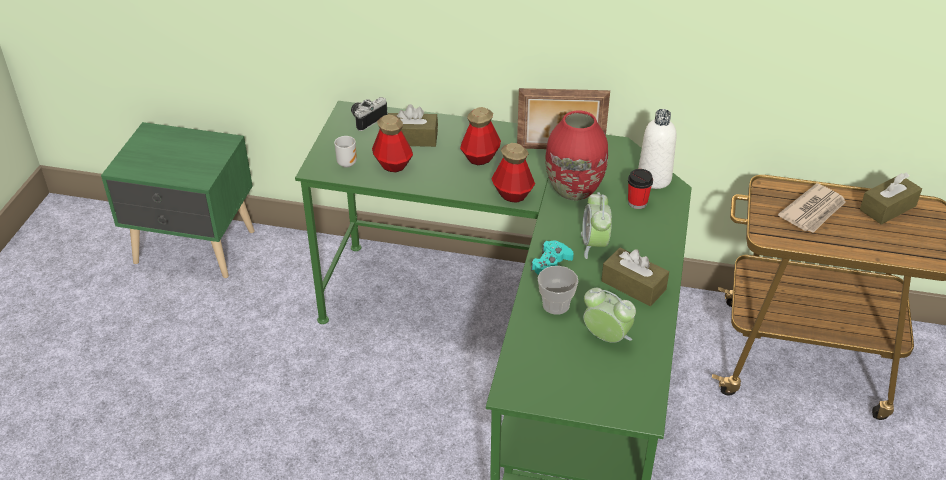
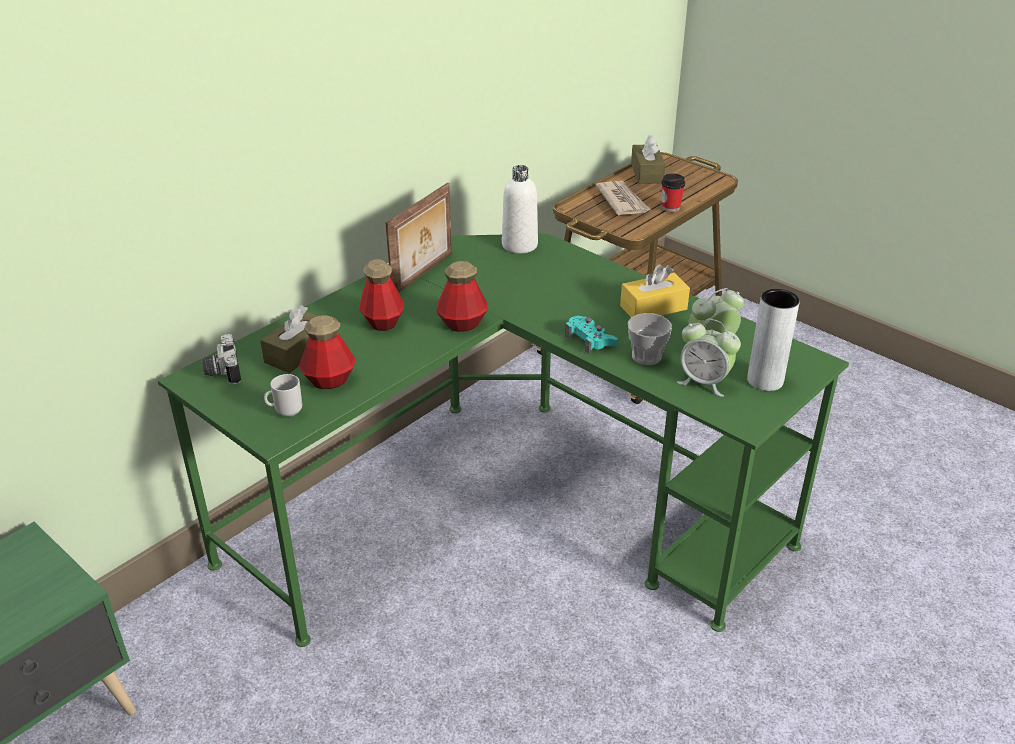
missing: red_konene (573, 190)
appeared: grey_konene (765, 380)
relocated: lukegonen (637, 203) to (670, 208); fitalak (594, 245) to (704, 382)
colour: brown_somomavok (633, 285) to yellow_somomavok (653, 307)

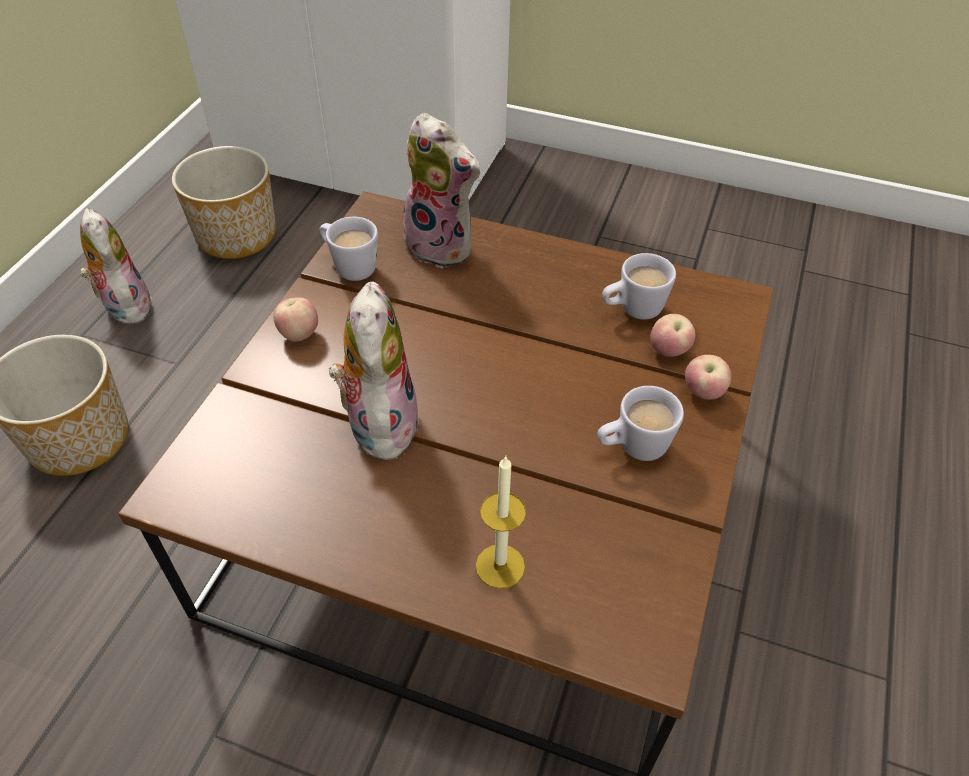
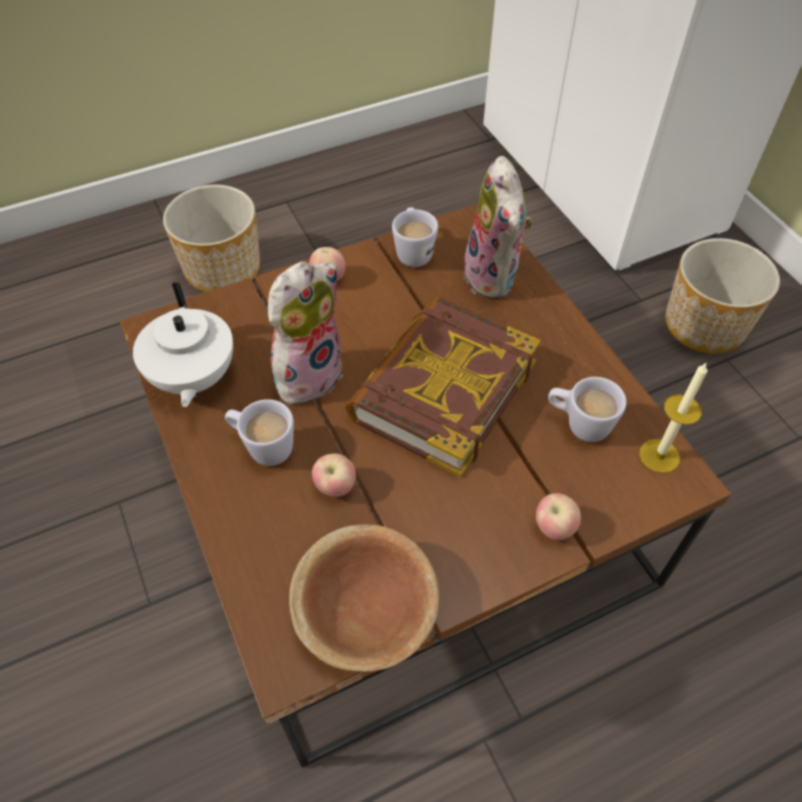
missing: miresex (124, 305)
appeared: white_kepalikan (193, 378); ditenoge (442, 390); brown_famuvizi (366, 611)
relocated: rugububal (237, 235) to (705, 326); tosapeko (668, 351) to (335, 486); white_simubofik (632, 448) to (263, 446); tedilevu (500, 566) to (659, 456)

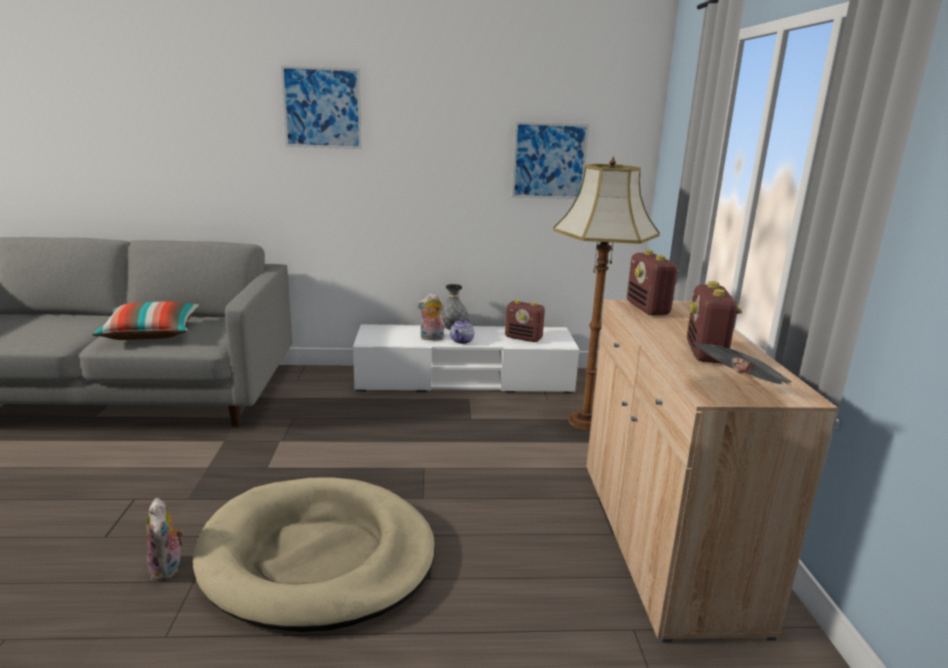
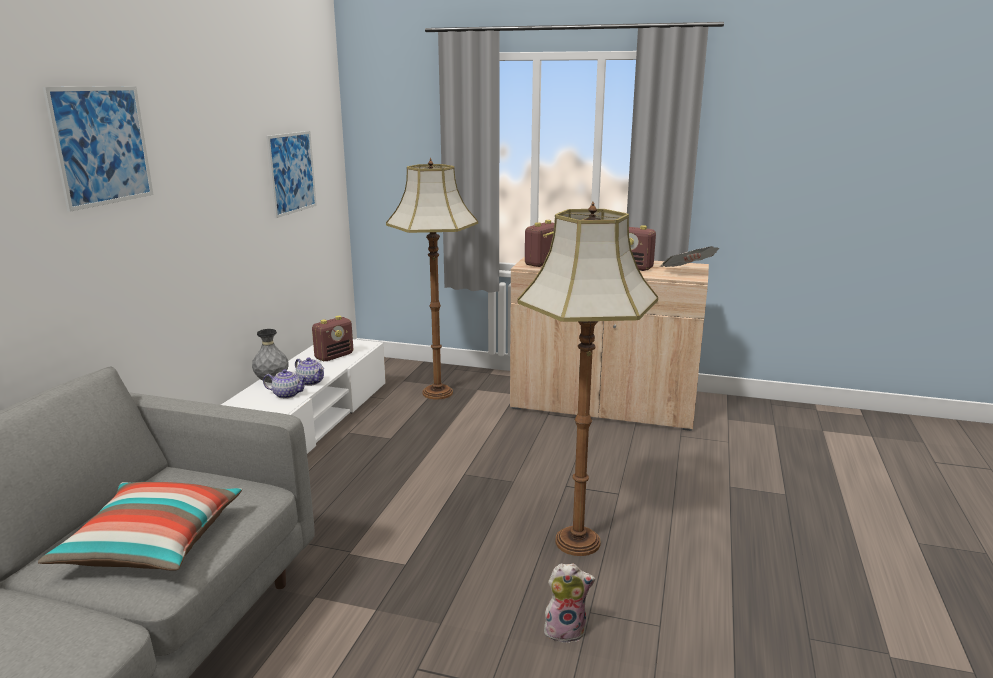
exchanged: miresex (431, 338) to kepalikan (287, 394); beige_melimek (318, 557) to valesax (577, 540)
spun: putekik (648, 309) = (542, 263) 120 degrees clockwise

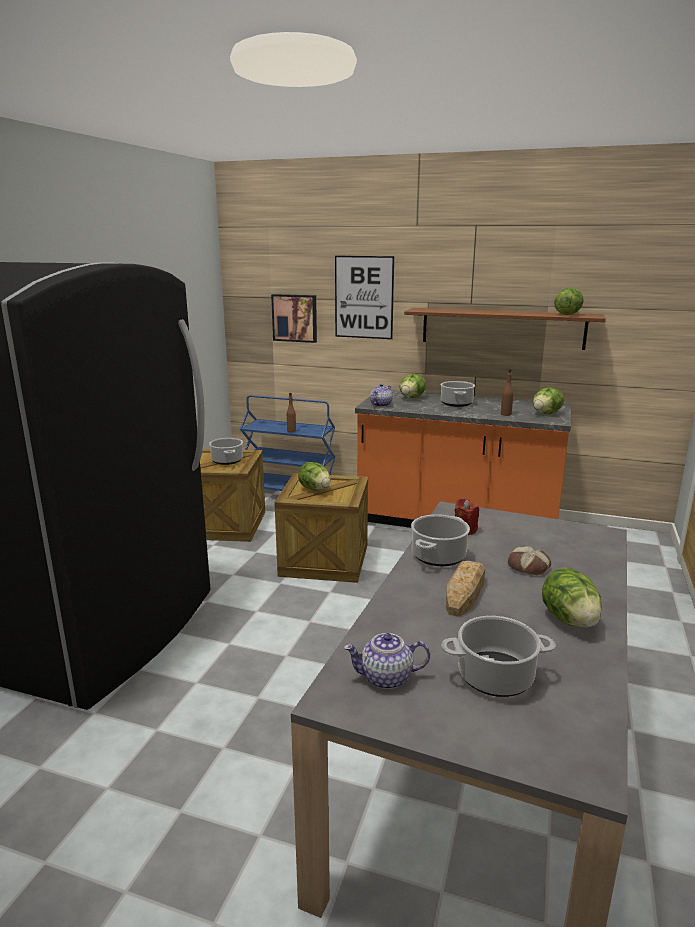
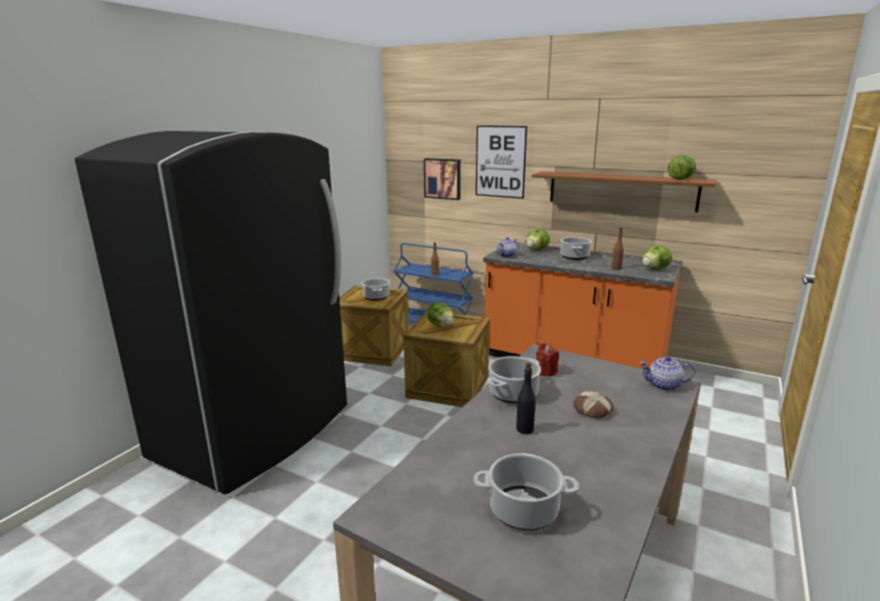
missing: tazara (569, 620)
relocated: kepalikan (387, 678) to (664, 385)
exchanged: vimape (464, 593) to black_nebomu (524, 429)

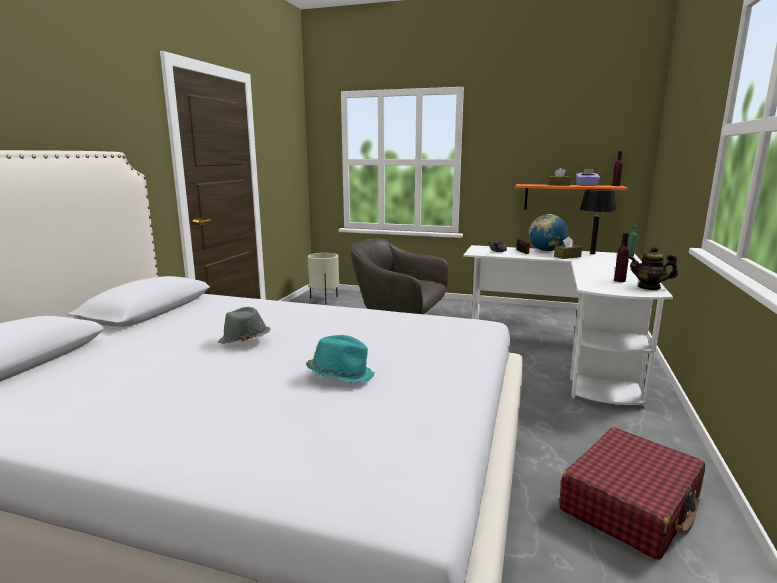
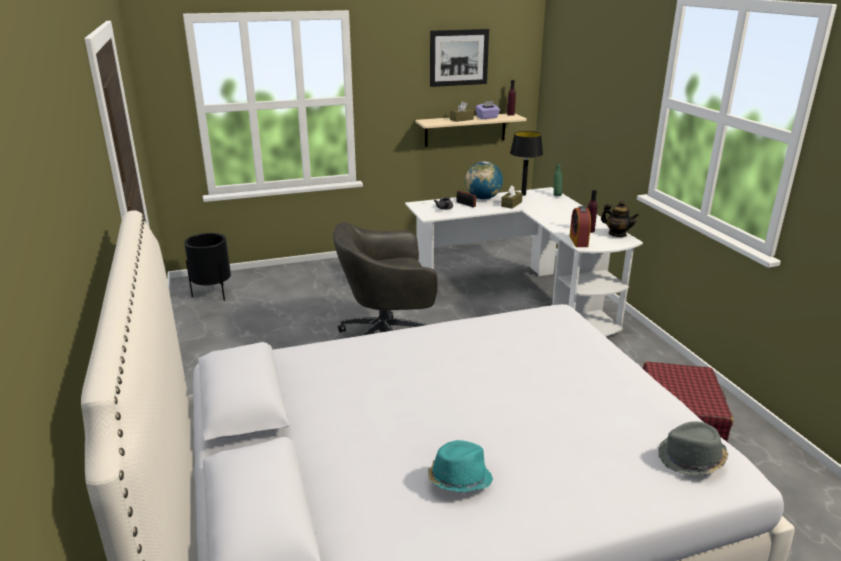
appeared: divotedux (459, 57); fitalak (578, 241)
relocated: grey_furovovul (244, 341) to (691, 459); turquoise_furovovul (341, 375) to (458, 479)
colour: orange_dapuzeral (567, 197) to beige_dapuzeral (465, 129); beige_rugububal (324, 299) to black_rugububal (213, 294)
spun: kepalikan (649, 287) = (617, 234) 120 degrees counterclockwise

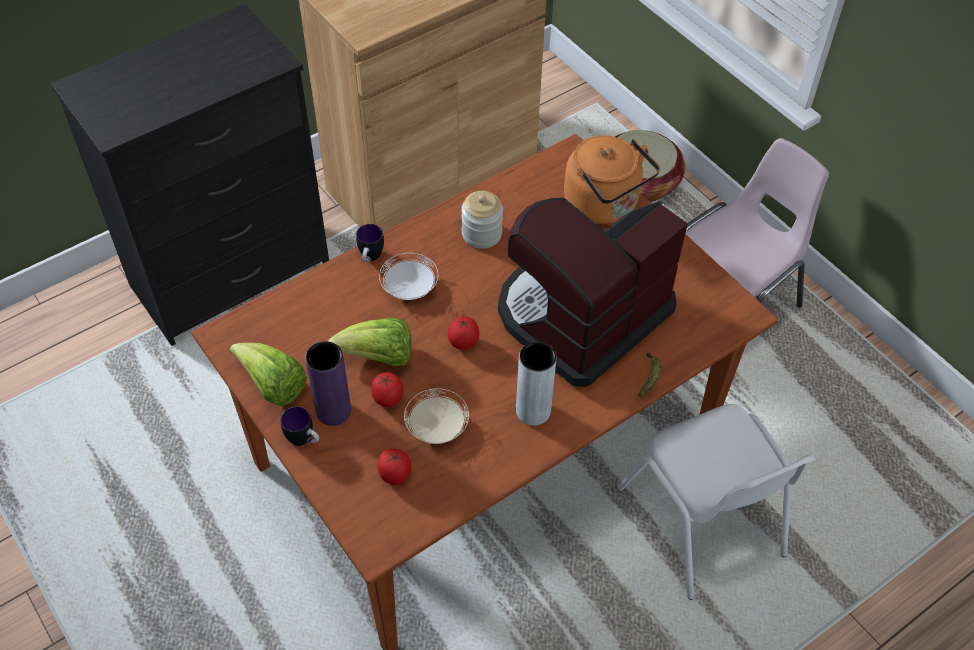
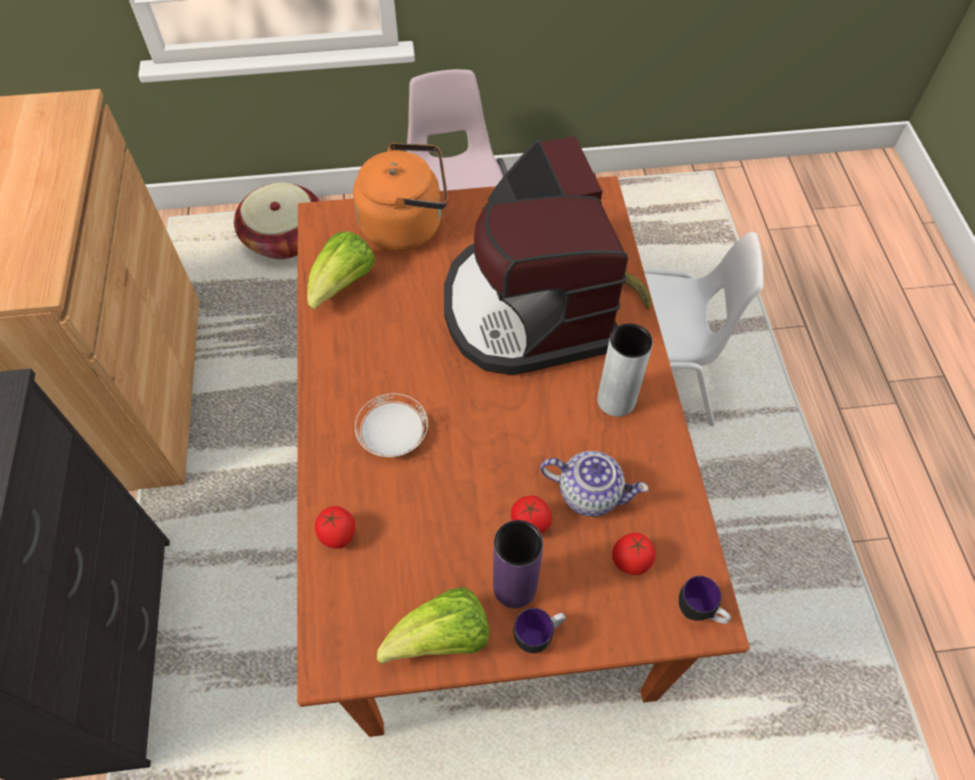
missing: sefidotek (481, 234)
relocated: simubofik (370, 258) to (699, 613); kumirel (463, 343) to (338, 536); tazara (378, 357) to (343, 285)
exchanged: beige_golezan (437, 426) to kepalikan (590, 493)

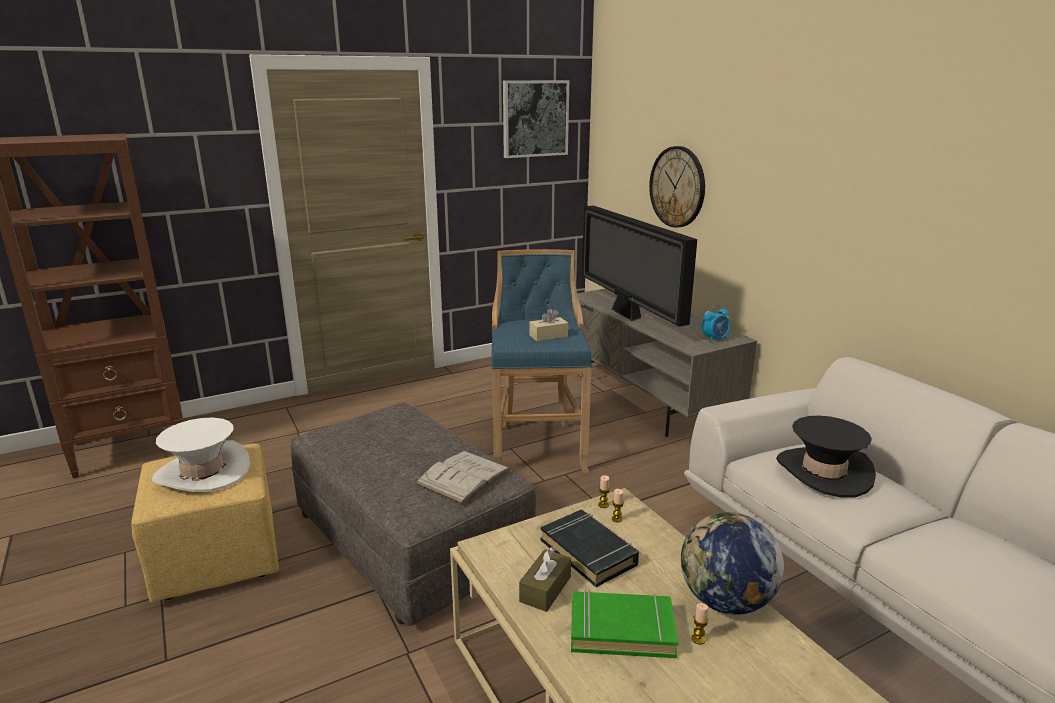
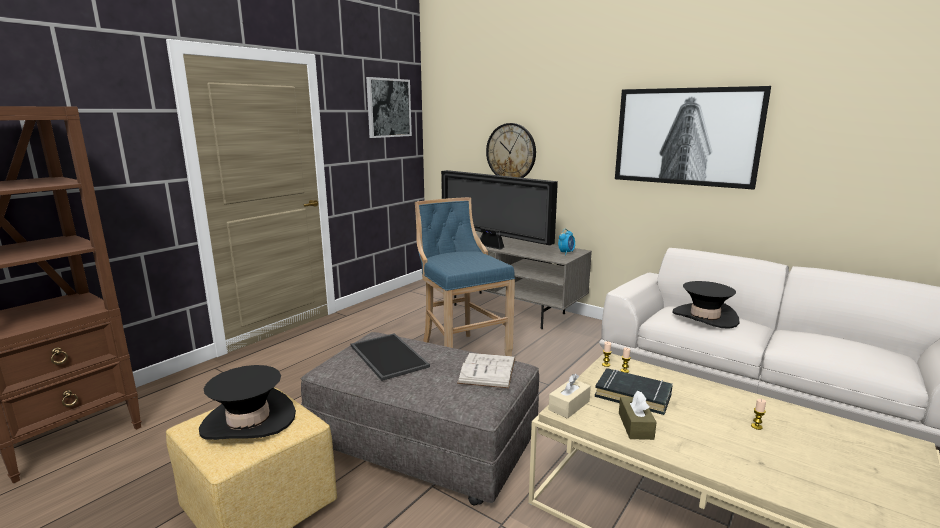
missing: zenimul (725, 601); green_ditenoge (621, 630)
appeared: divotedux (686, 136); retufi (387, 356)
relocated: beige_somomavok (548, 336) to (569, 405)
colour: white_furovovul (203, 472) to black_furovovul (249, 421)

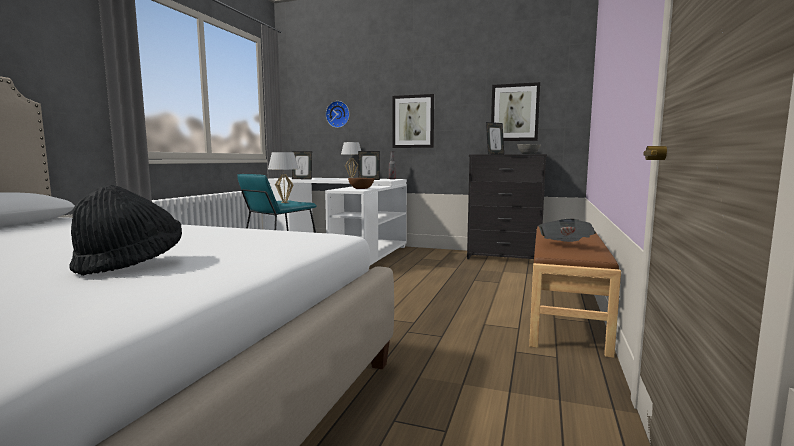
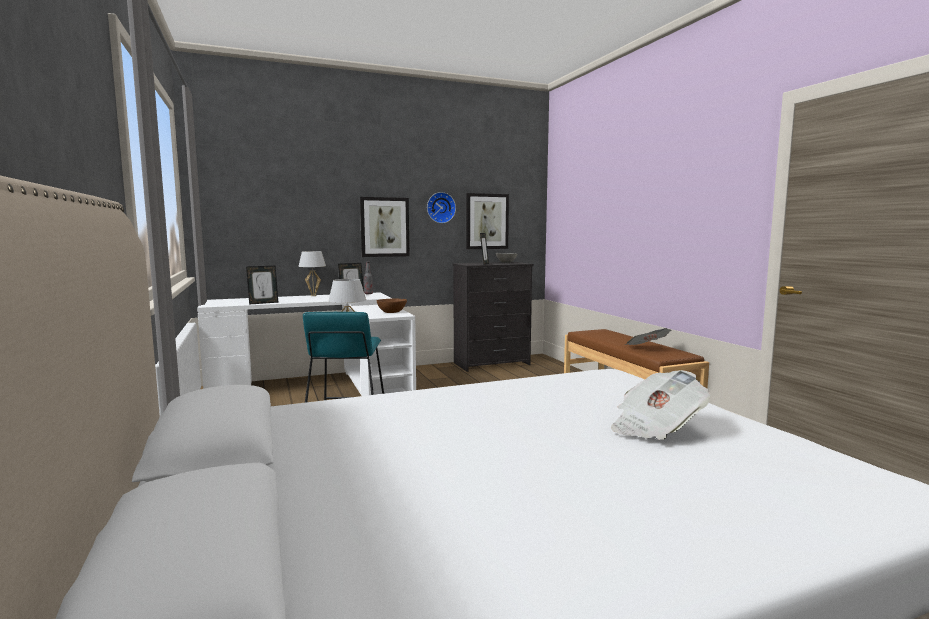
relocated: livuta (338, 114) to (440, 207)
exchanged: black_furovovul (131, 264) to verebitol (655, 428)

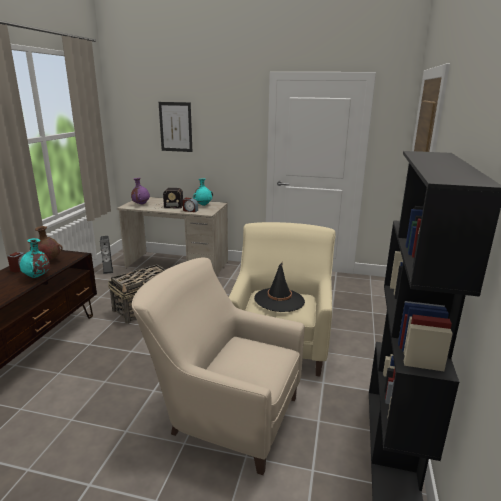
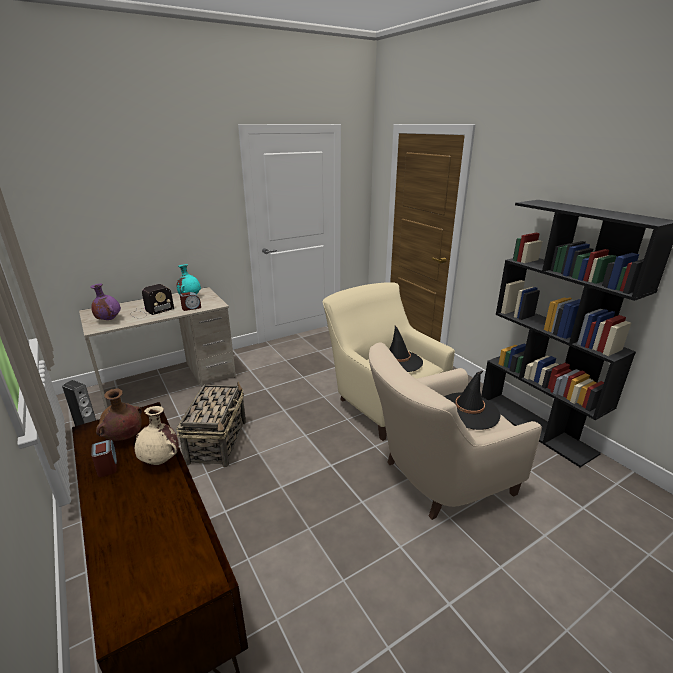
missing: divotedux (175, 127)
appeared: black_furovovul (469, 411)
colour: turquoise_konene (37, 277) to beige_konene (161, 460)

